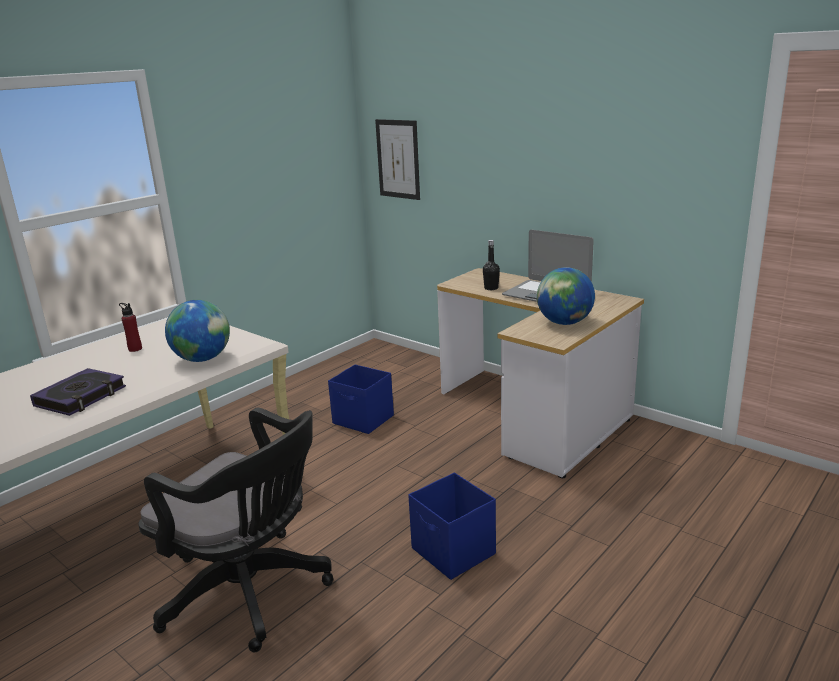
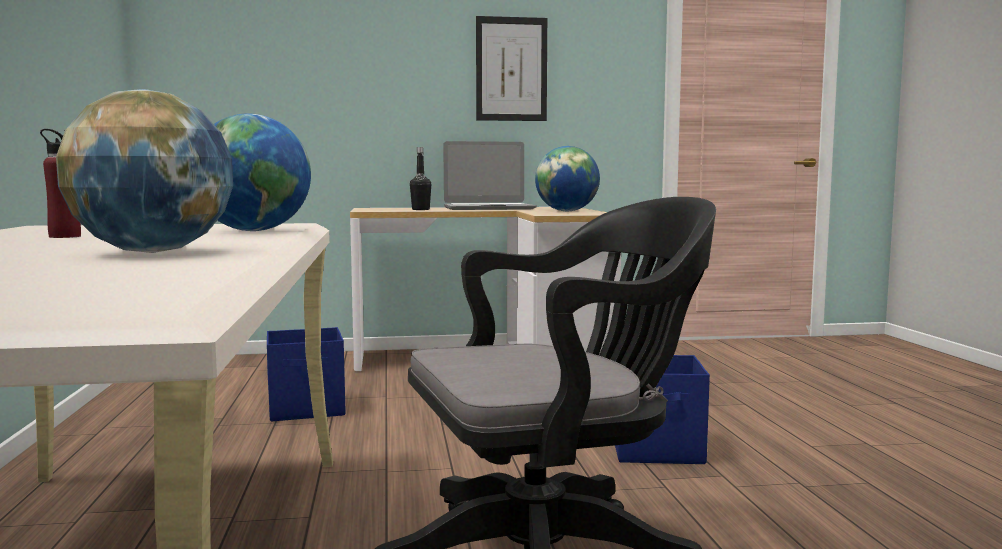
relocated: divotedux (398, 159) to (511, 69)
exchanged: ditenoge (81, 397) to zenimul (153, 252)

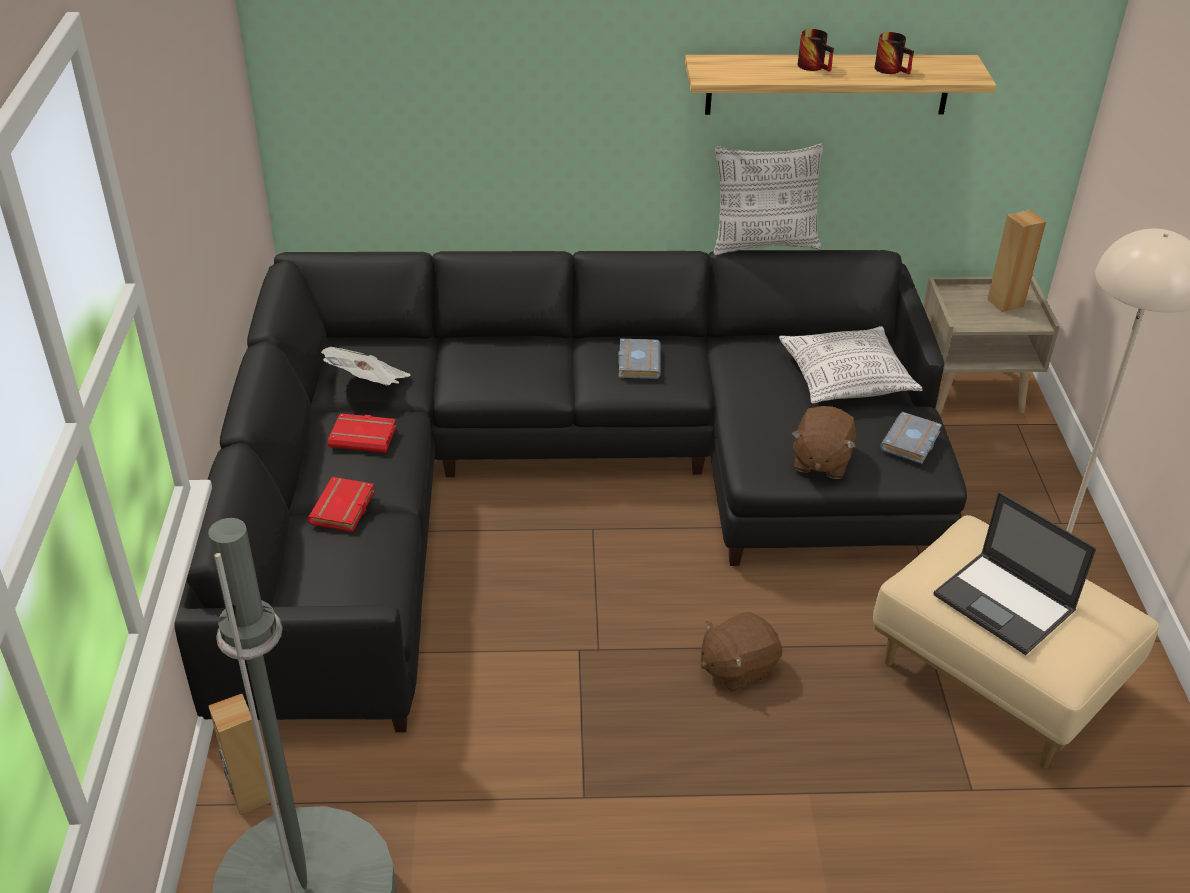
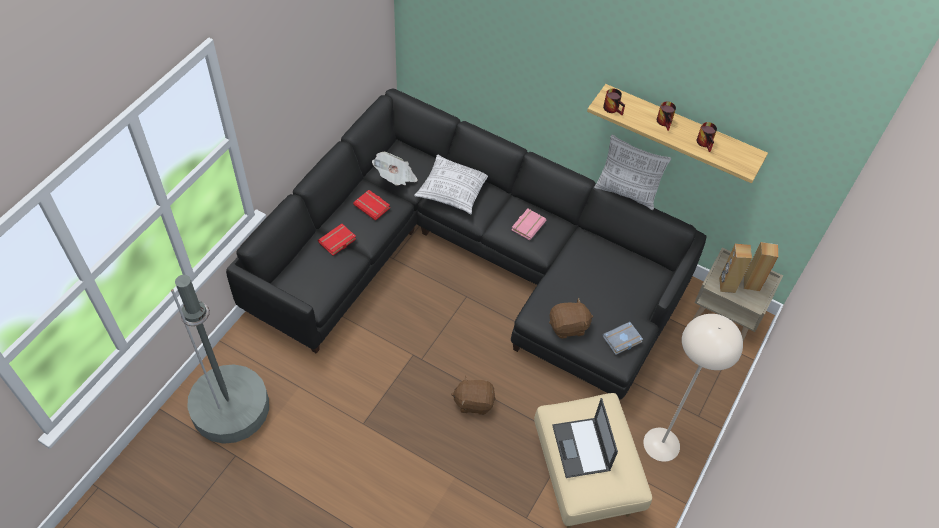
appeared: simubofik (614, 108)
relocated: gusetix (846, 380) to (453, 191); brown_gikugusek (250, 795) to (726, 285)
colour: grey_ditenoge (637, 362) to pink_ditenoge (528, 225)
spun: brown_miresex (820, 461) = (568, 327) 150 degrees counterclockwise

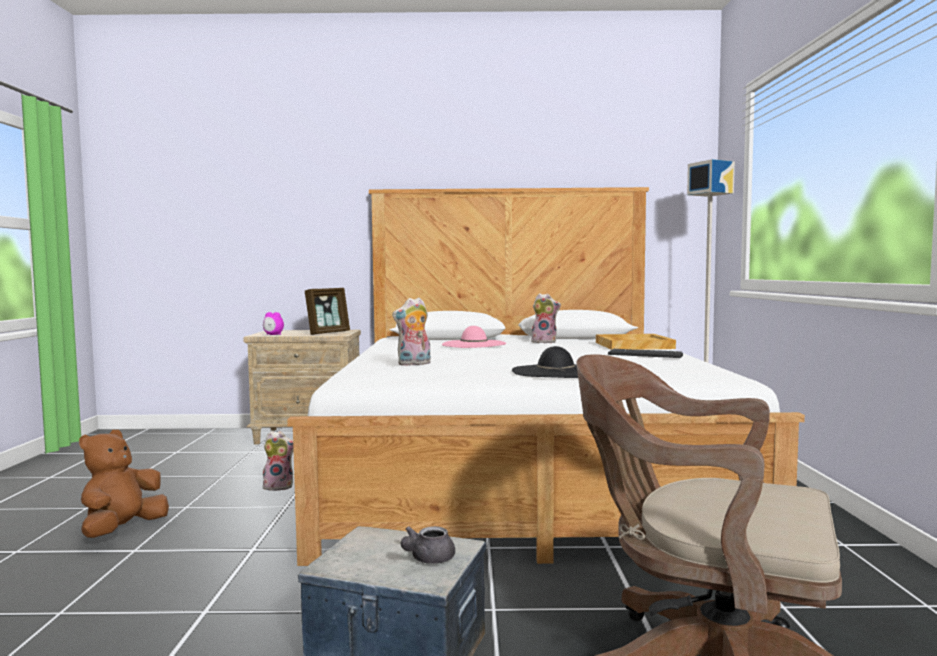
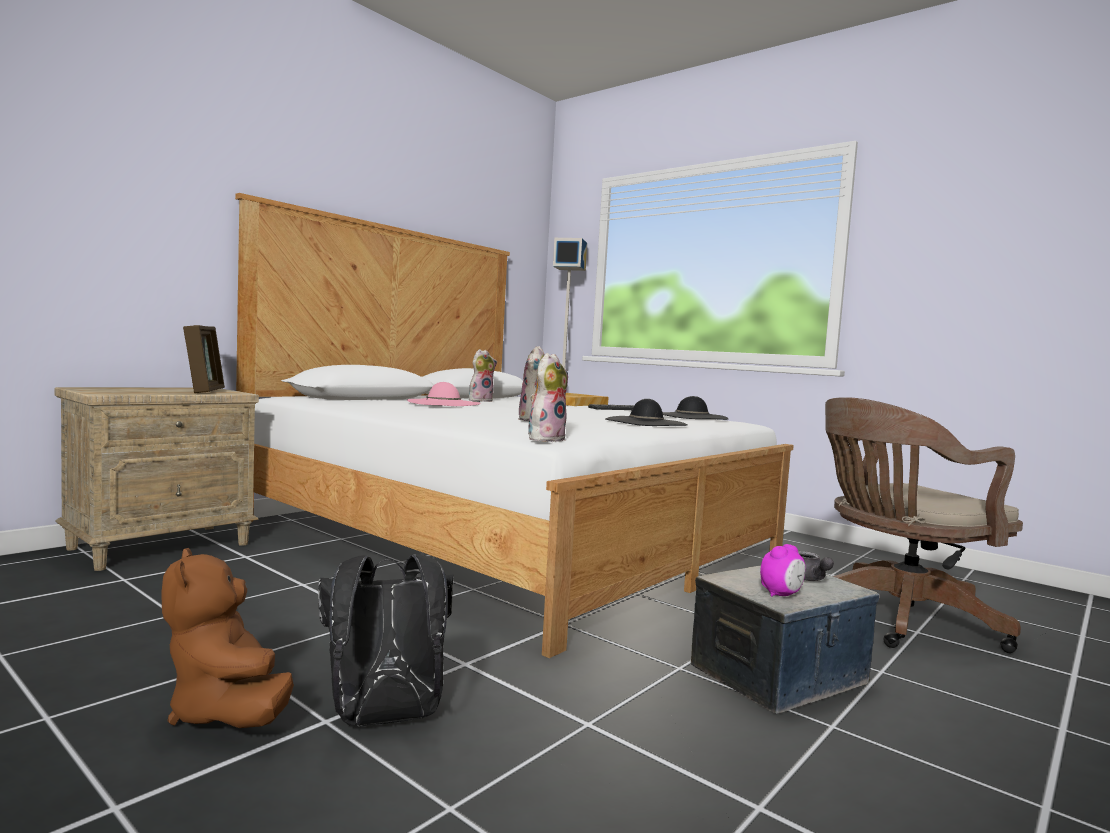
appeared: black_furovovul (691, 416); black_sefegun (384, 720)
relocated: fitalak (273, 335) to (781, 594); miresex (279, 486) to (545, 439)

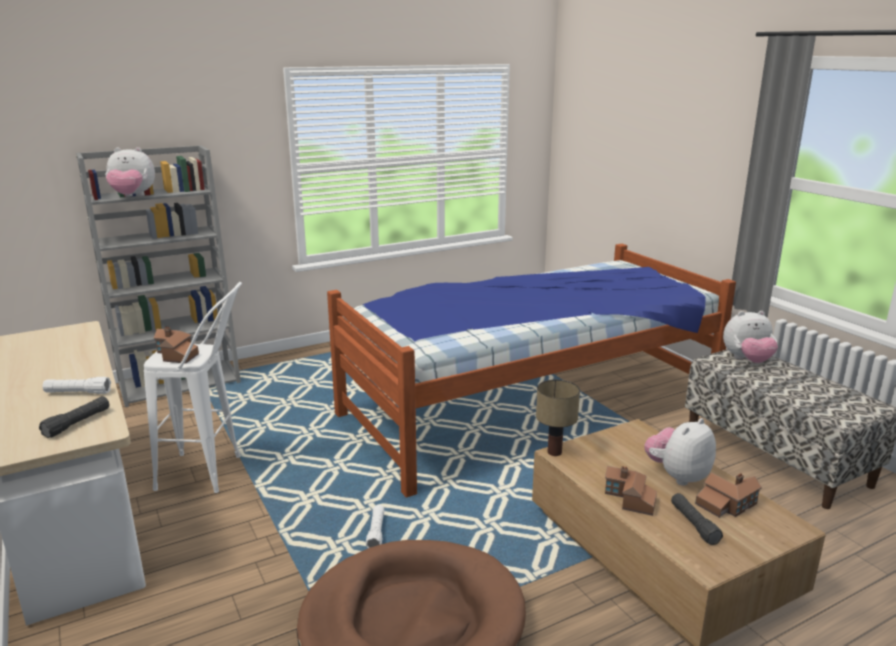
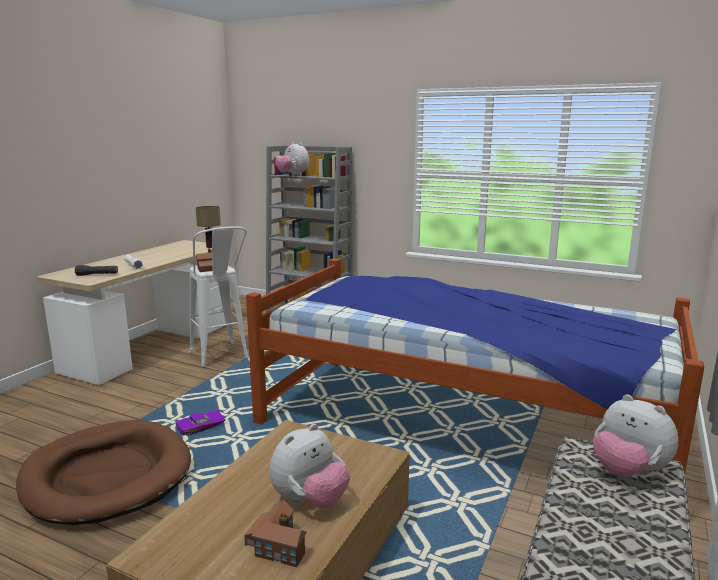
missing: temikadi (629, 499); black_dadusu (694, 525)
relocated: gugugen (555, 452) to (210, 247)
exchanged: white_dadusu (376, 532) to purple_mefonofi (201, 427)
spun: miresex (677, 476) = (310, 501) 120 degrees clockwise

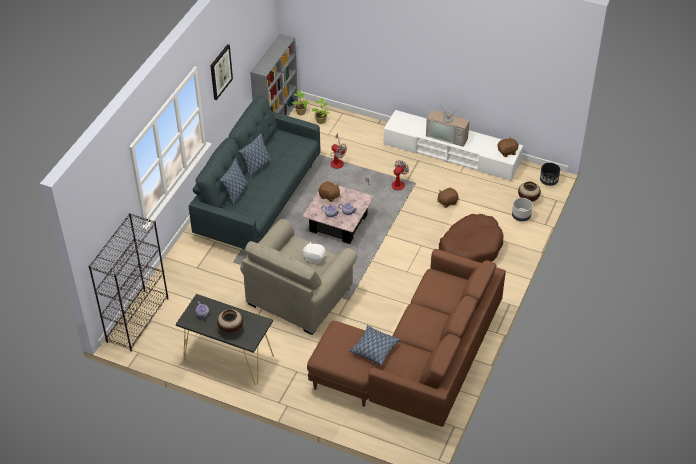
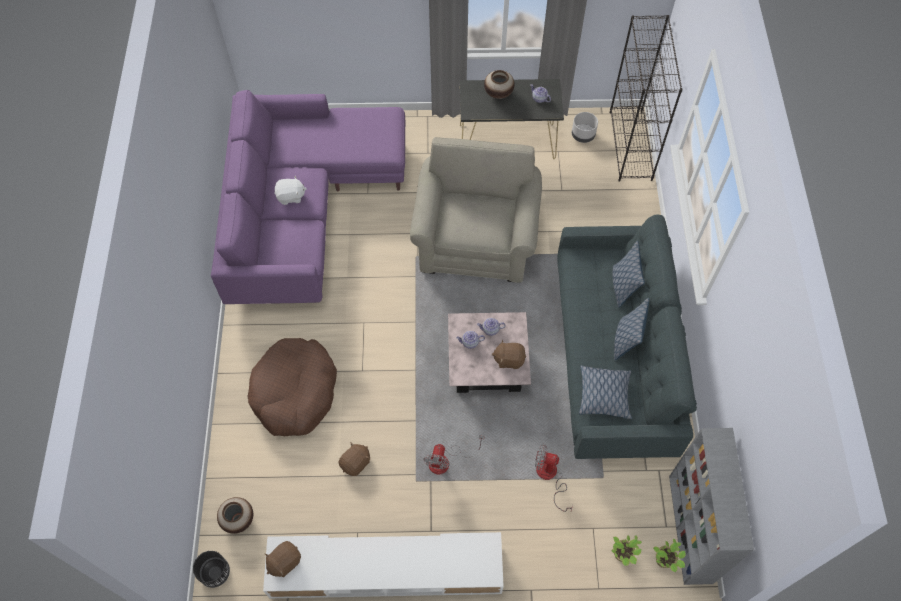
missing: divotedux (220, 72); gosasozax (448, 135)
relocated: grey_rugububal (521, 216) to (582, 135); white_miresex (314, 258) to (291, 196); gusetix (374, 349) to (604, 395)
colour: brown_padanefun (417, 362) to purple_padanefun (303, 209)

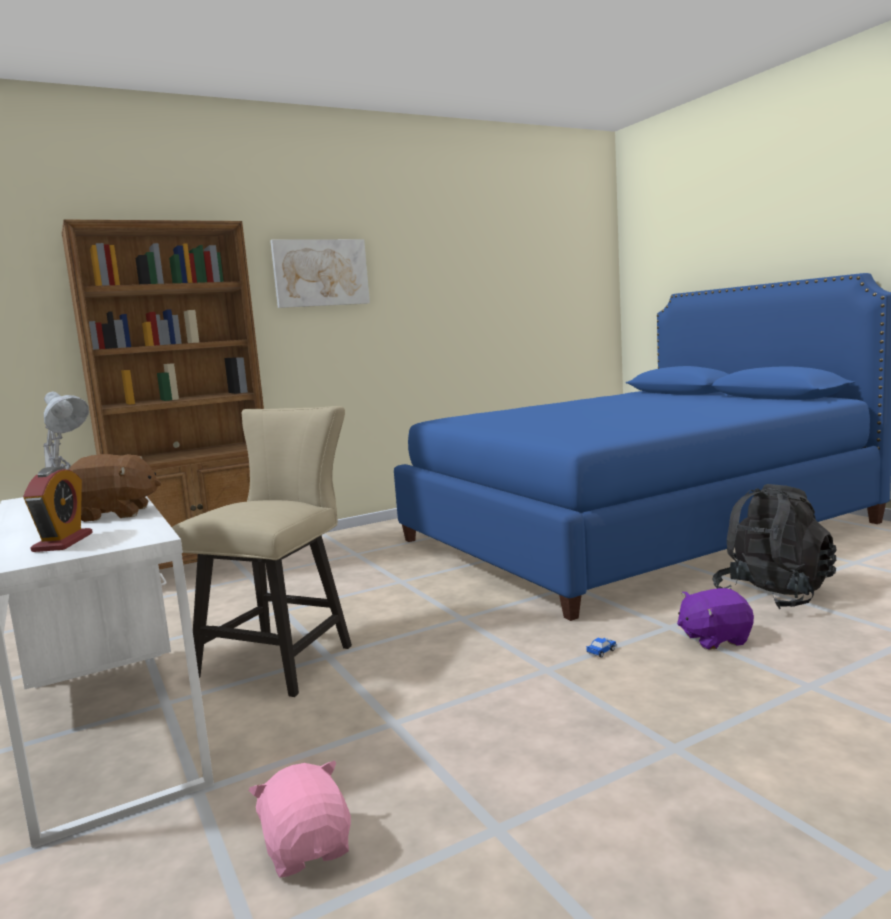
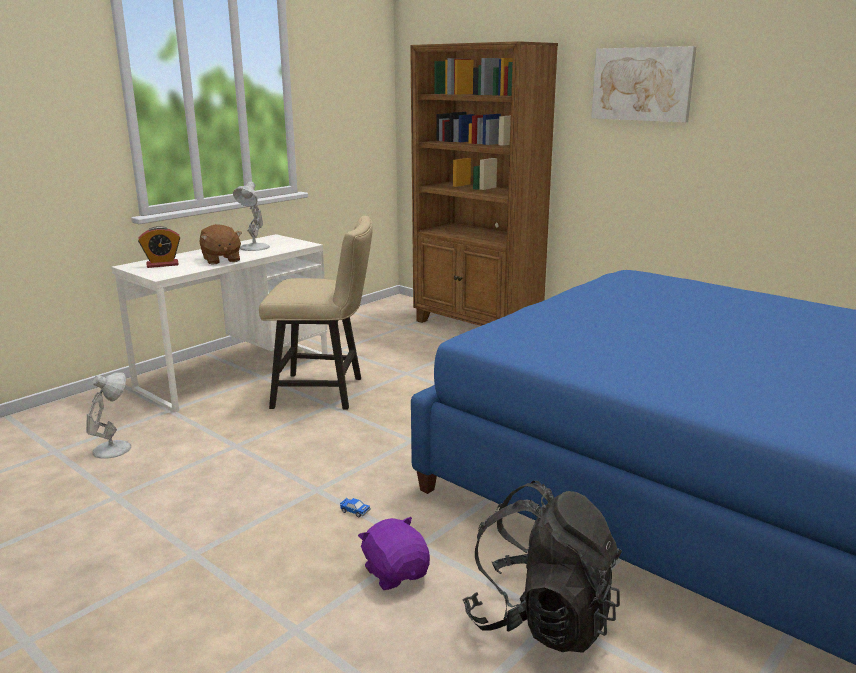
exchanged: pink_miresex (308, 849) to white_gugugen (114, 448)

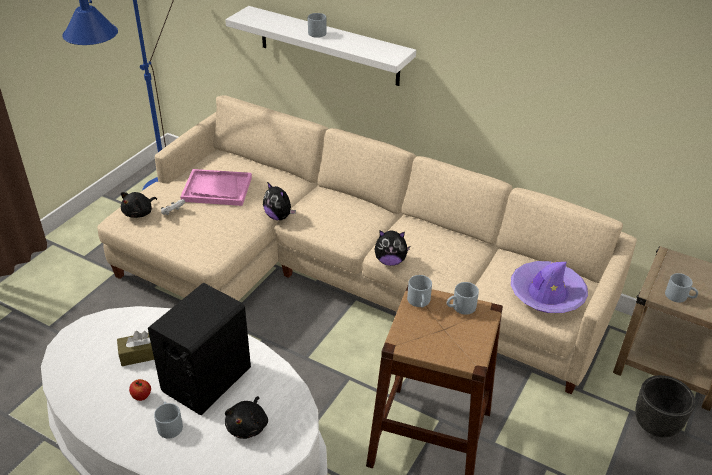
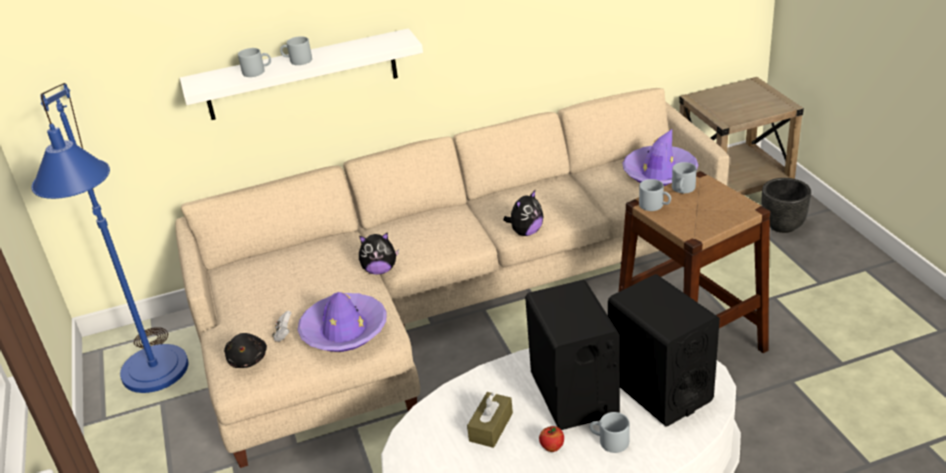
missing: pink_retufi (216, 189)
appeared: purple_furovovul (344, 330)
relocated: grey_simubofik (679, 296) to (257, 71)
exchanged: black_miresex (248, 426) to black_gikugusek (659, 389)

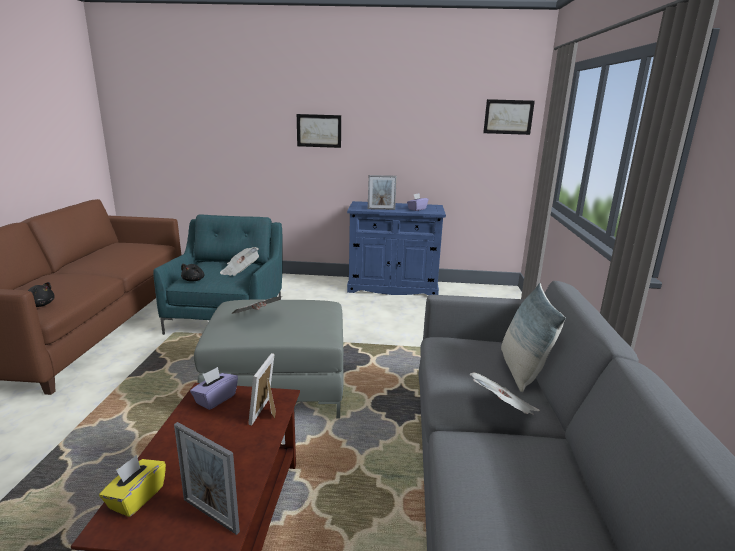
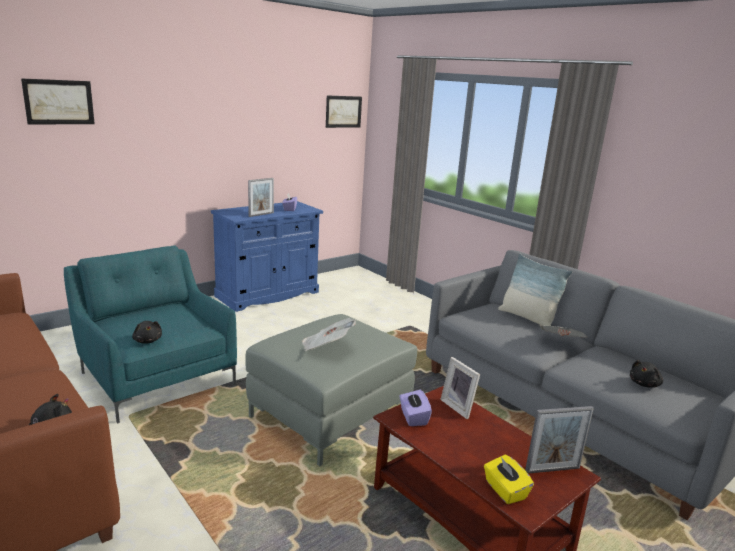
missing: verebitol (240, 271)
appeared: black_miresex (644, 384)
relocated: divotedux (319, 131) to (59, 102)

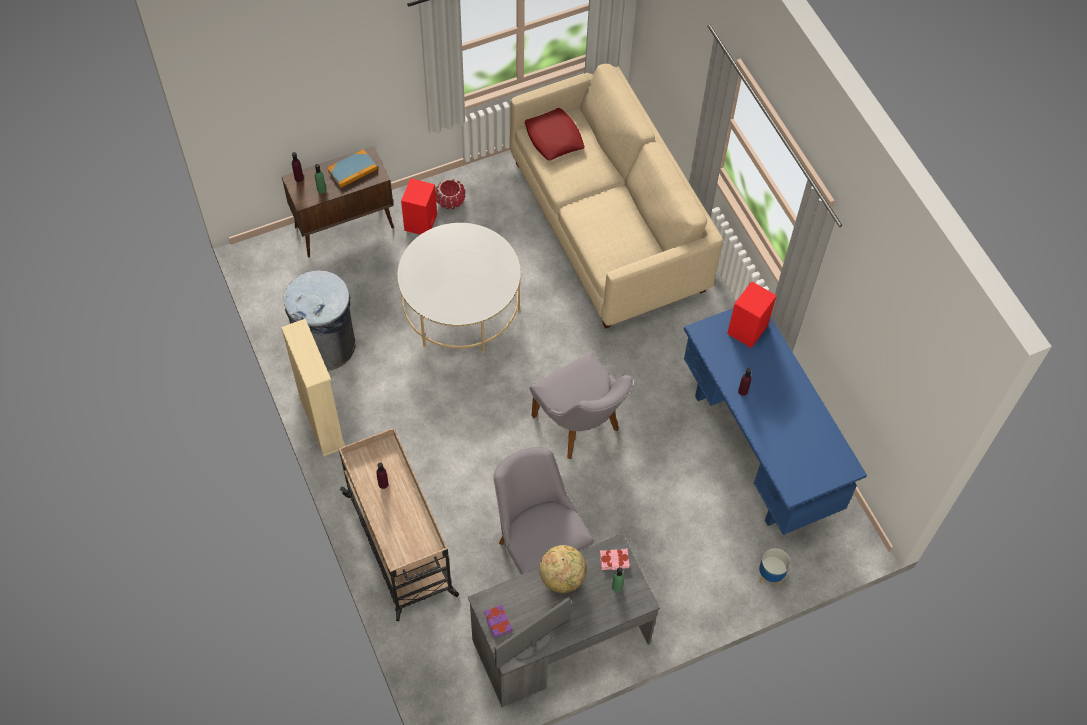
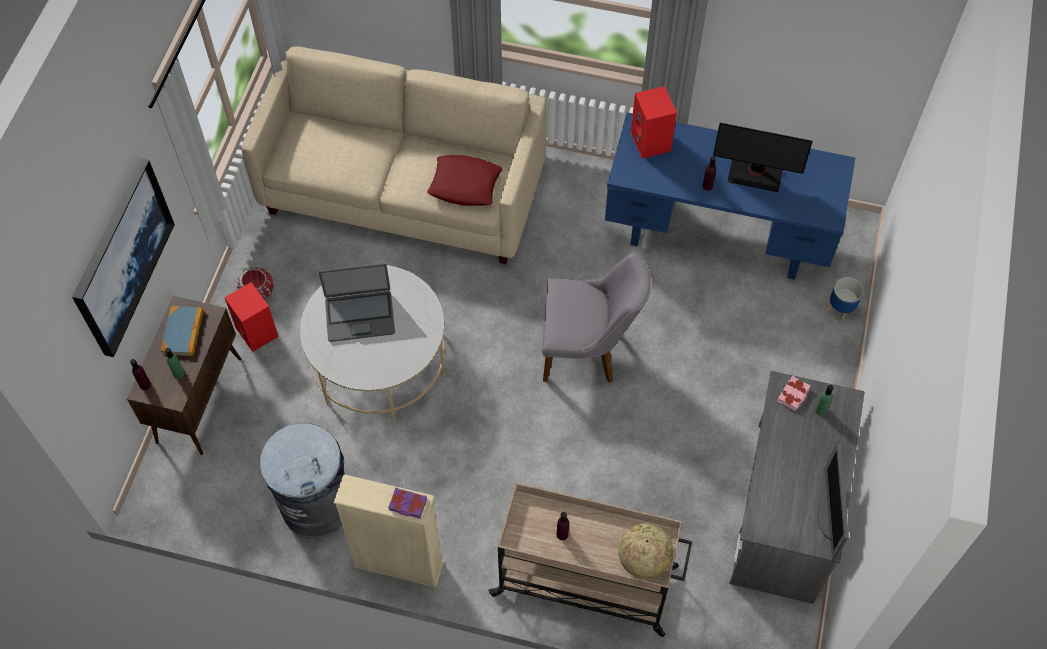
missing: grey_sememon (537, 547)
appeared: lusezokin (755, 173); divotedux (121, 257); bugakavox (360, 315)
relocated: red_gusetix (554, 138) to (465, 185); zenimul (562, 577) to (643, 559); purple_ditenoge (497, 622) to (408, 505)

